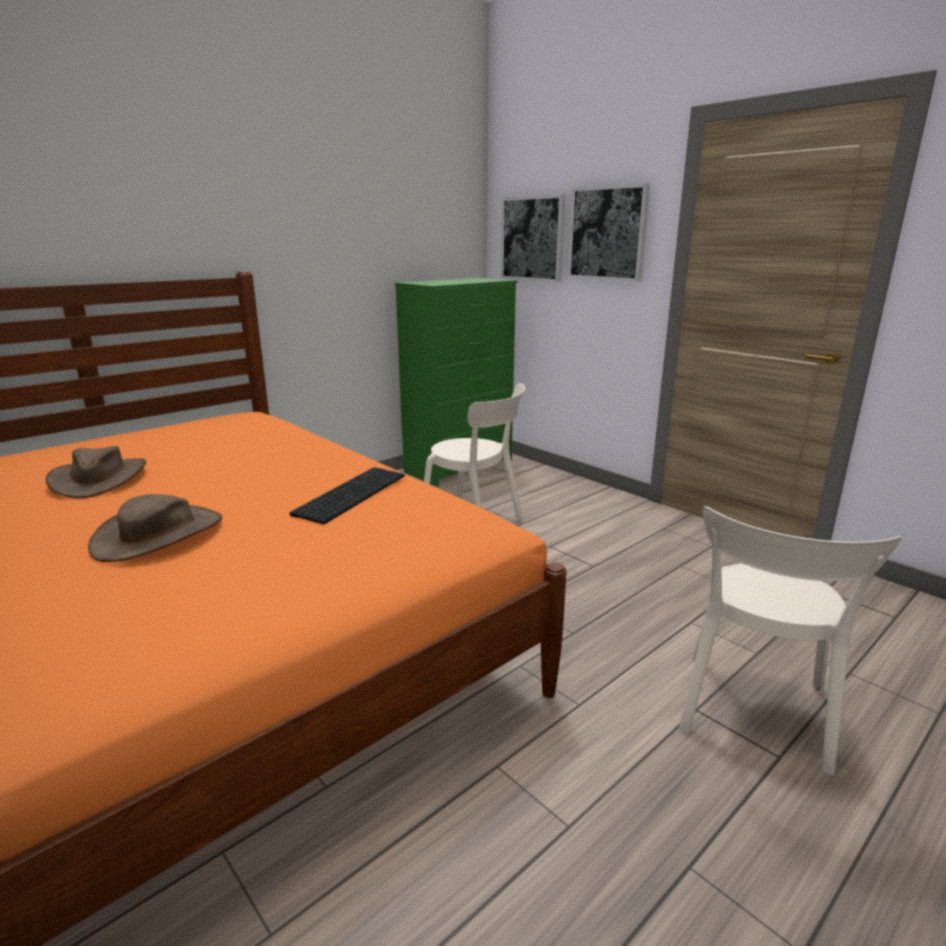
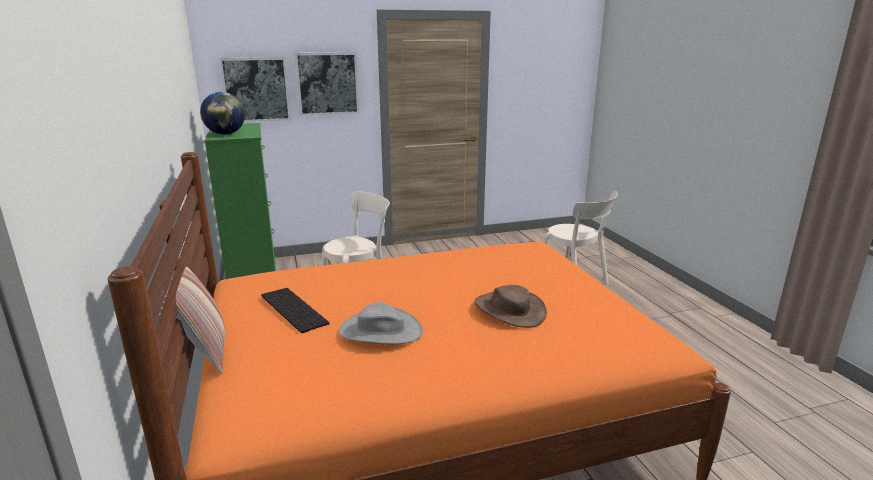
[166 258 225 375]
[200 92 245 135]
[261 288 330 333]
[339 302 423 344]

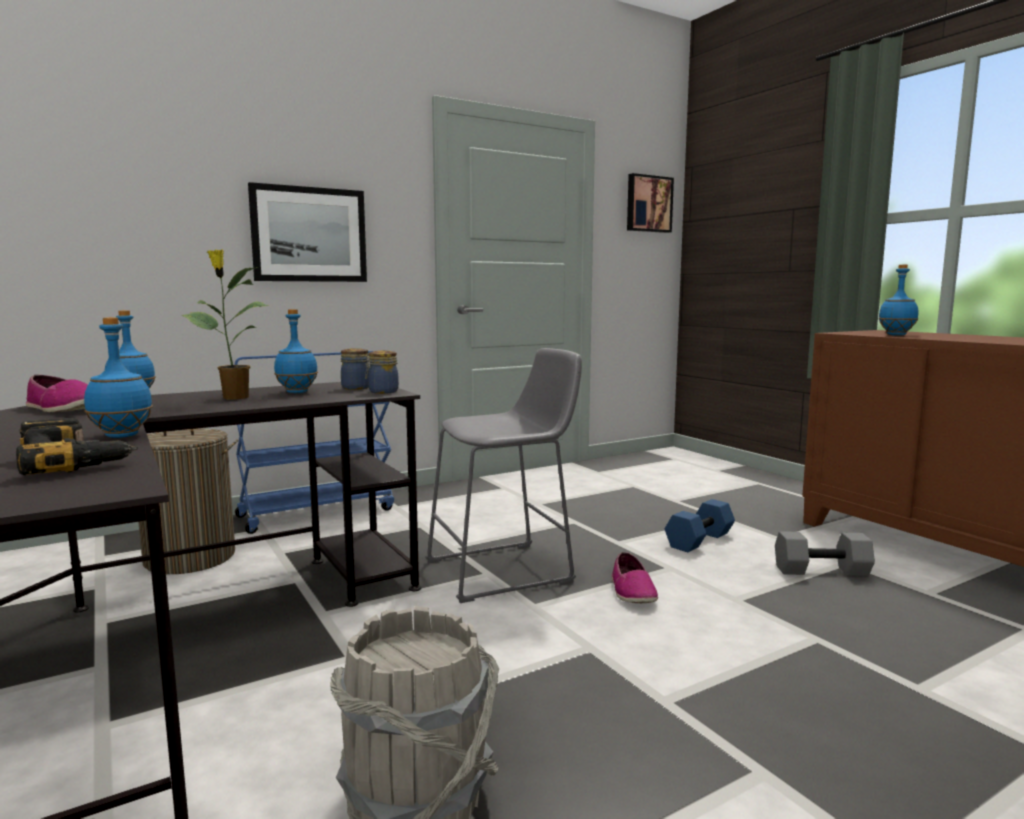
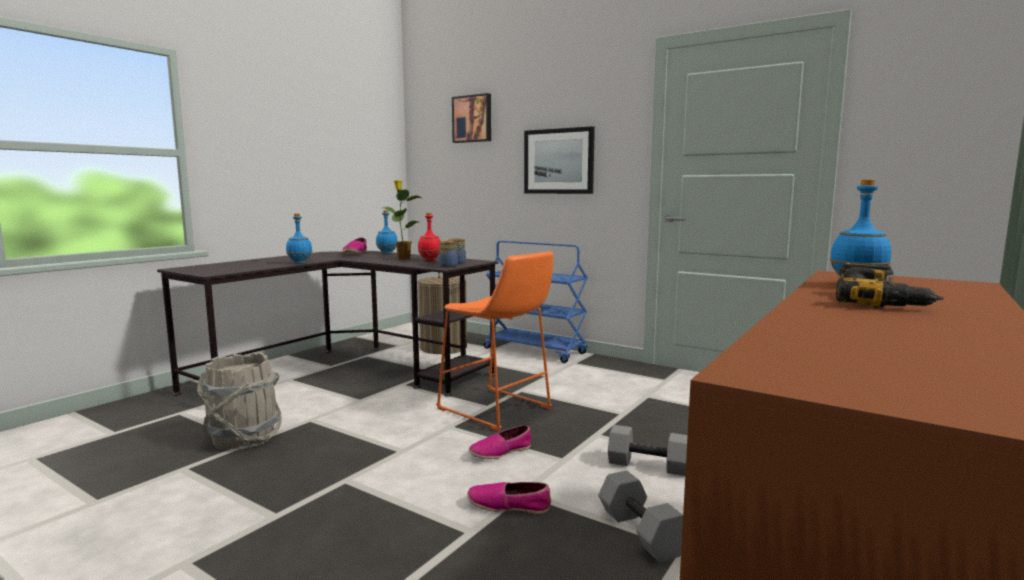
[467 482 551 514]
[836 262 944 308]
[452 93 491 143]
[418 213 441 261]
[436 251 553 432]
[608 425 688 476]

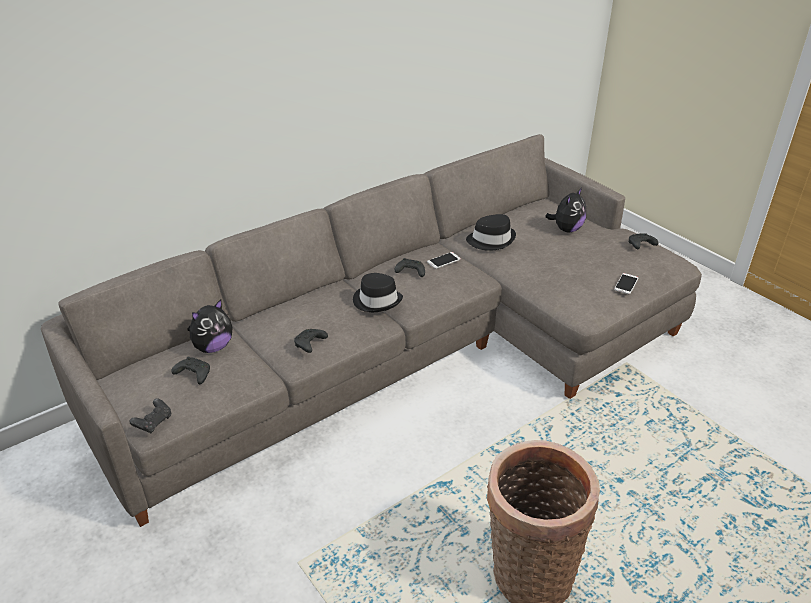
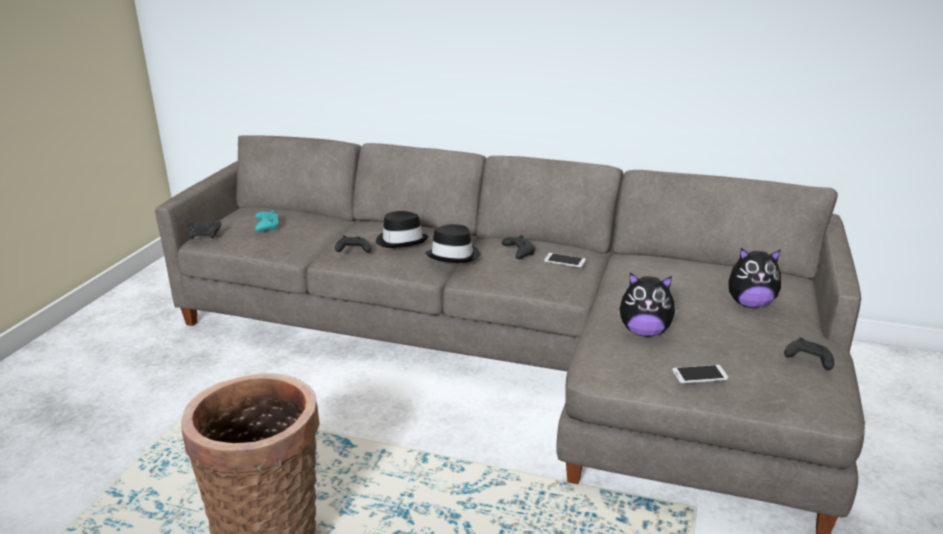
[620 273 678 337]
[376 211 428 248]
[255 210 279 232]

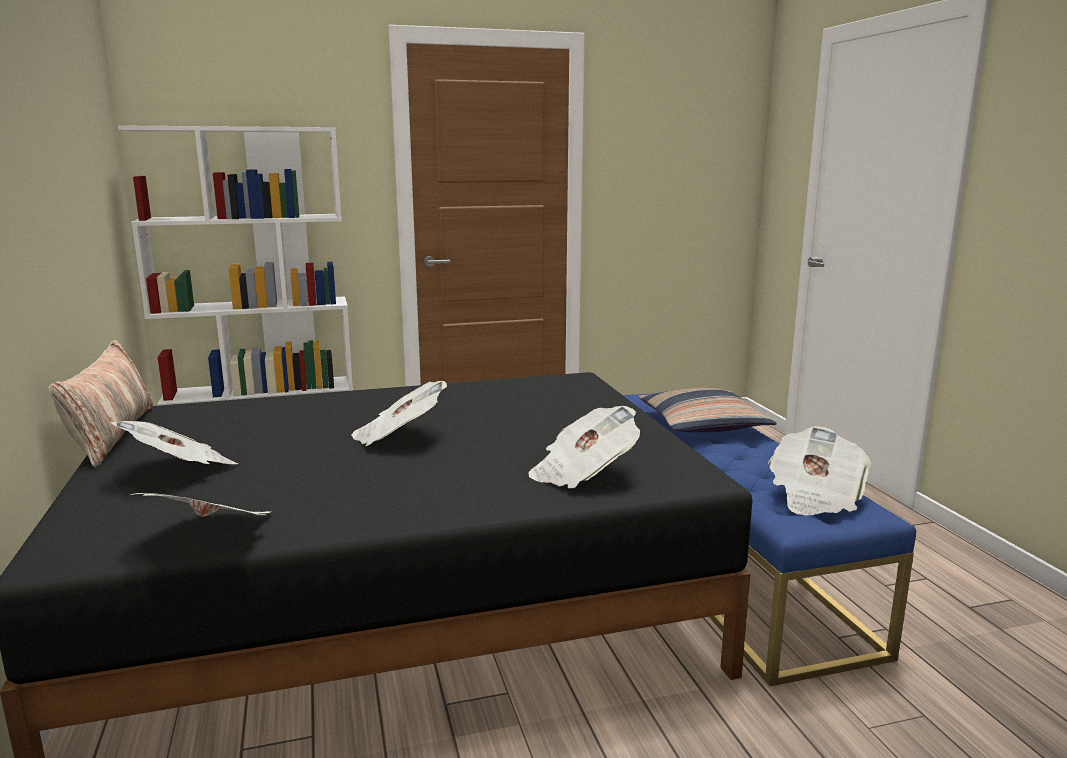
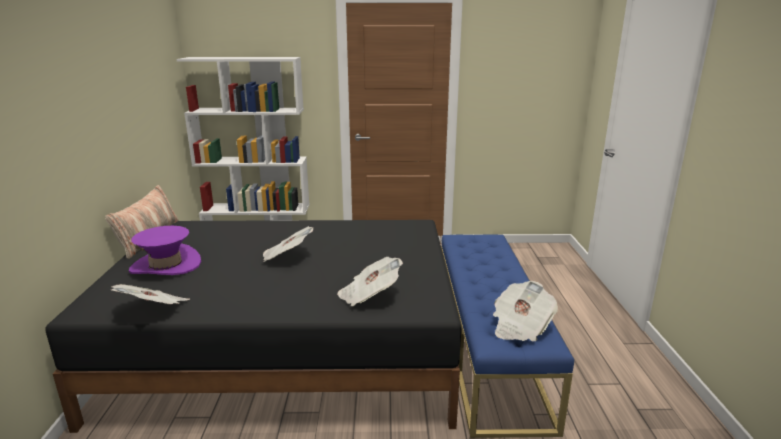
[638 388 777 432] (first image)
[129 226 201 275]

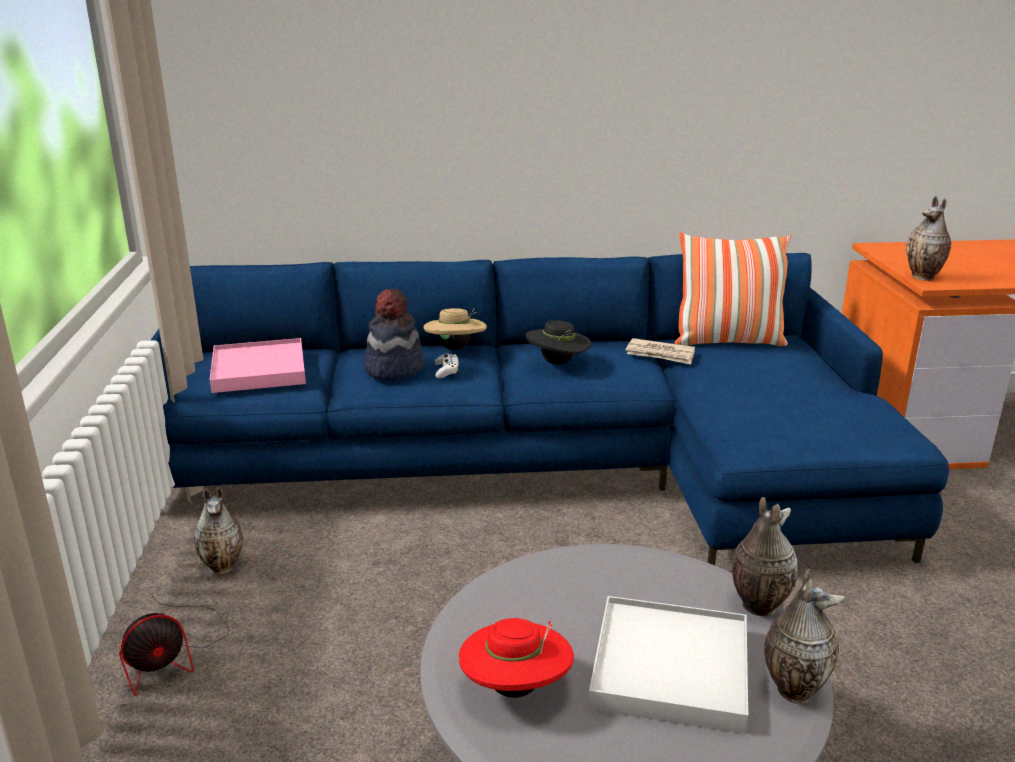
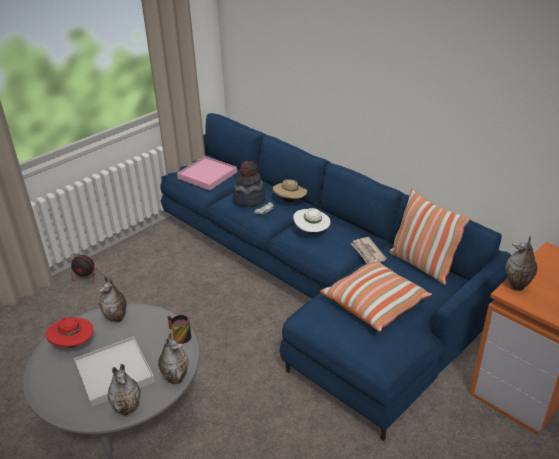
[168 315 191 344]
[320 259 432 332]
[99 276 126 323]
[293 208 331 234]

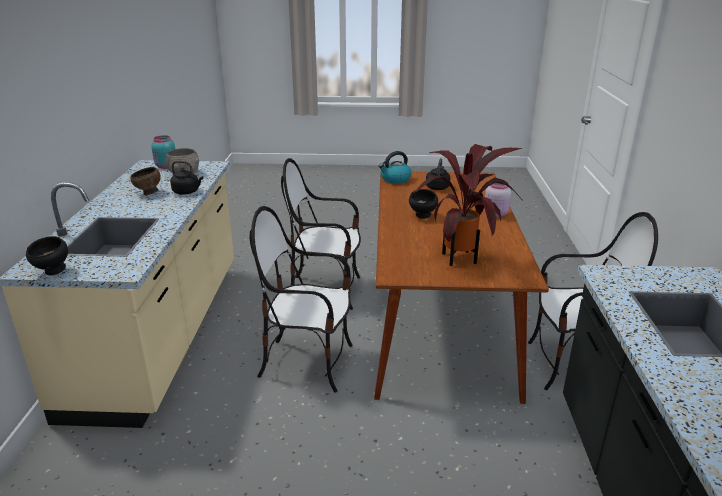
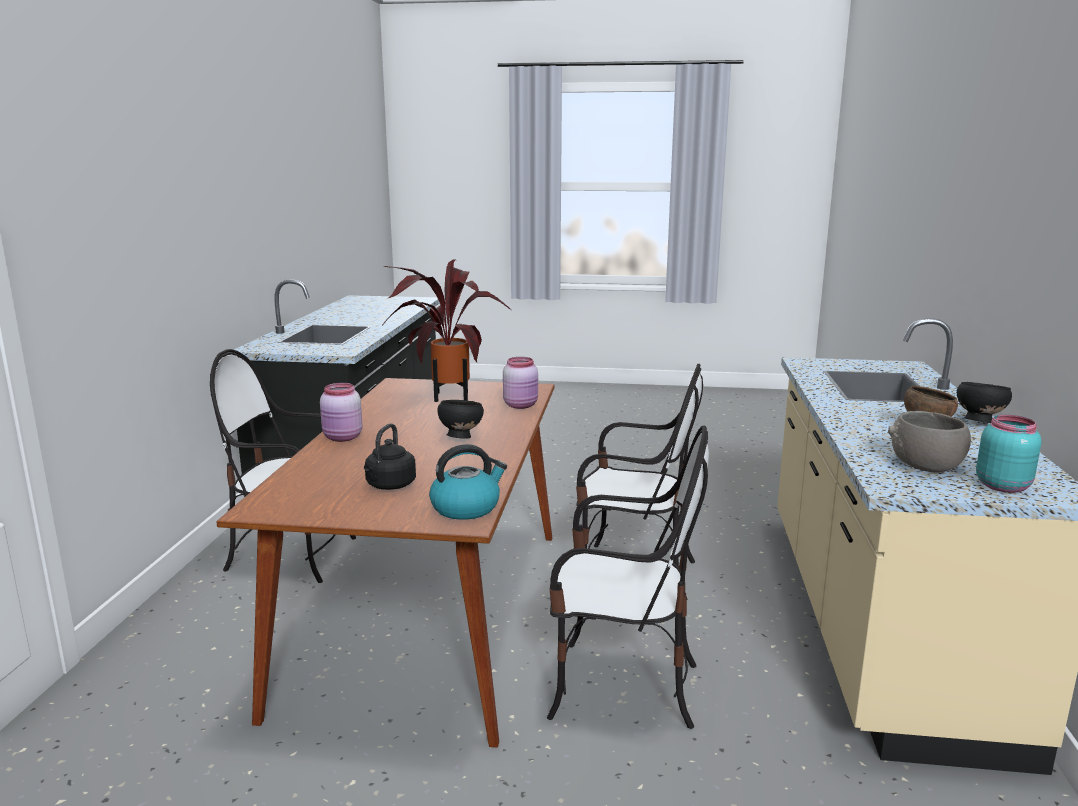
[170 160 203 194] (first image)
[503 357 538 409]
[957 382 1012 423]

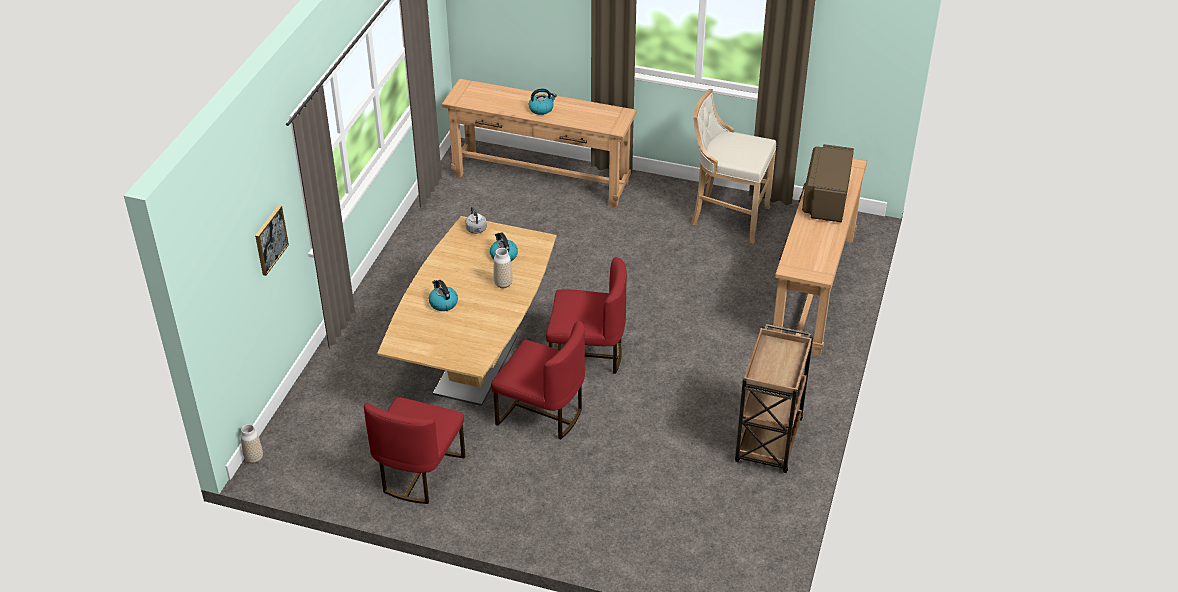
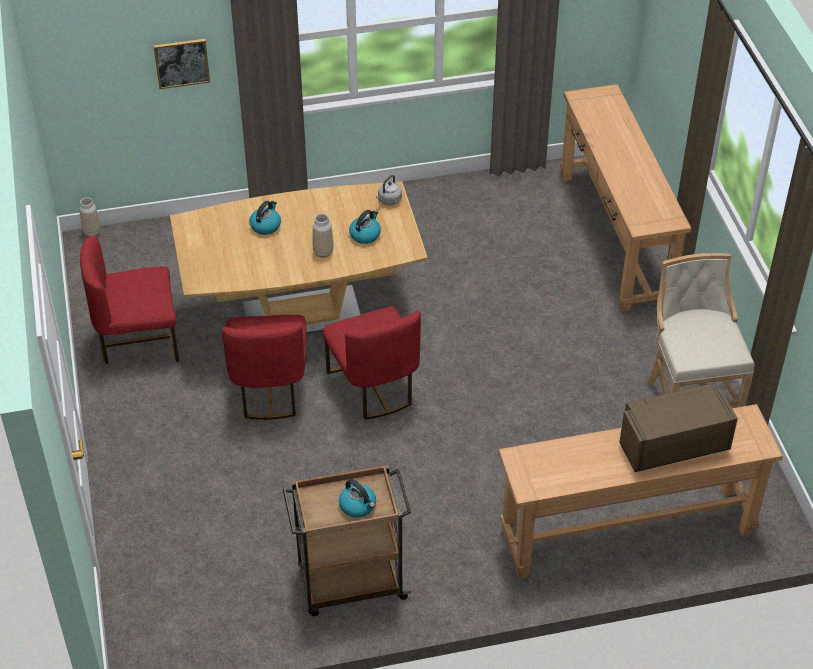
[339 479 376 518]

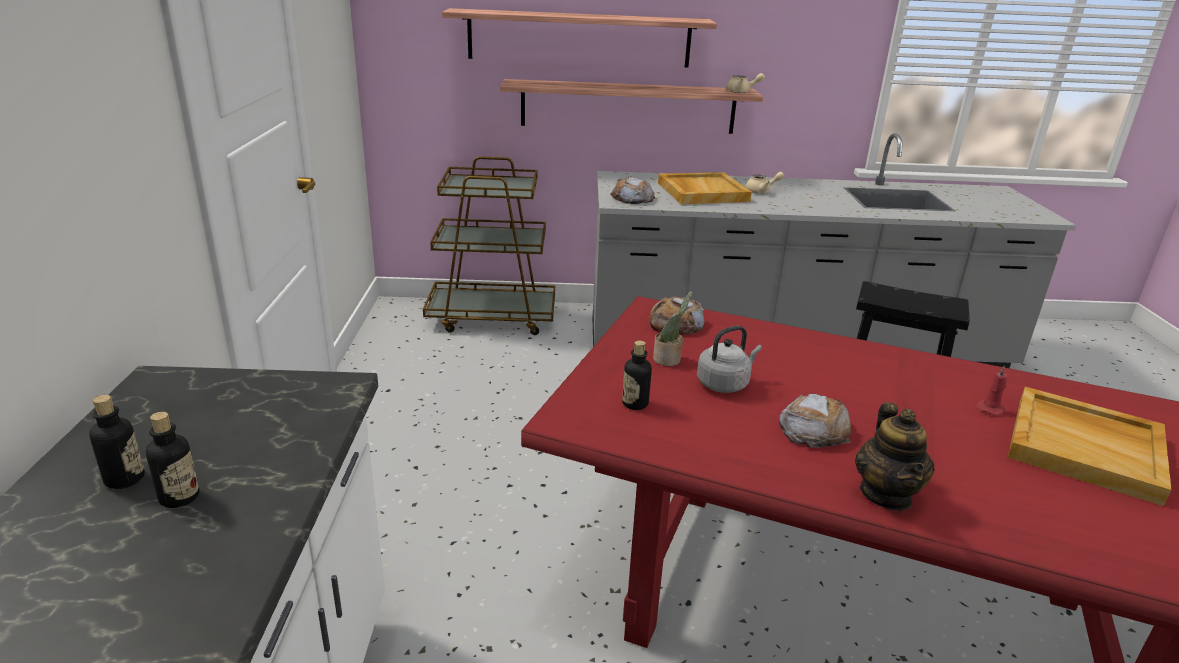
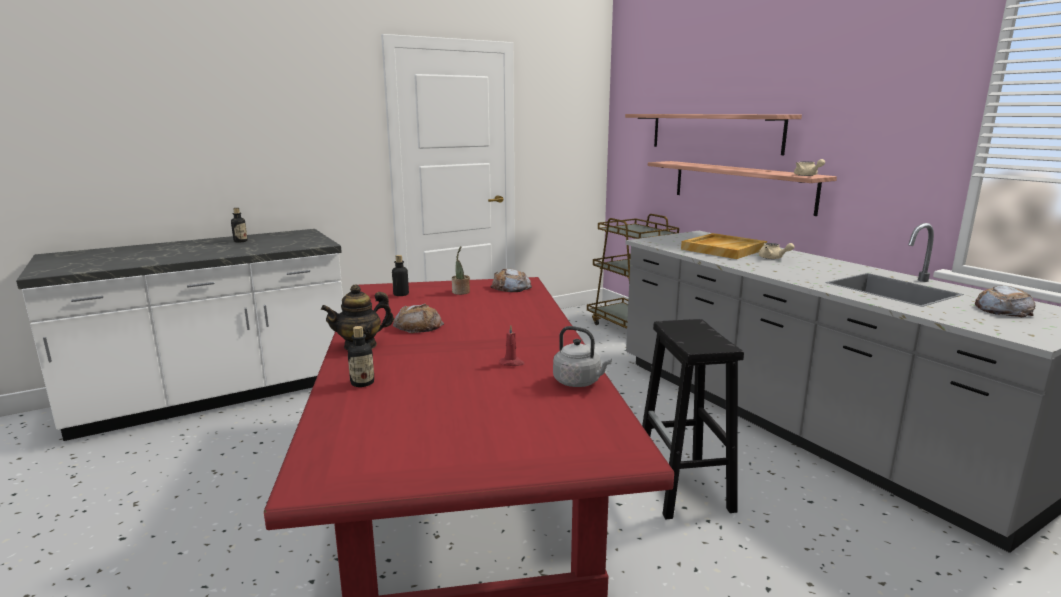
[1008 387 1172 506] (first image)
[348 326 374 387]
[975 285 1035 317]
[553 326 612 387]

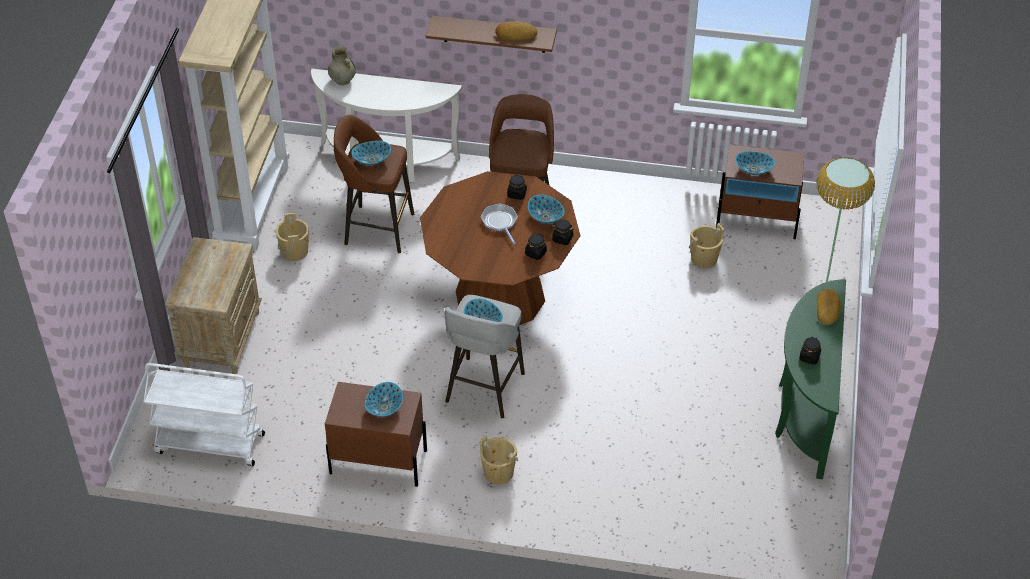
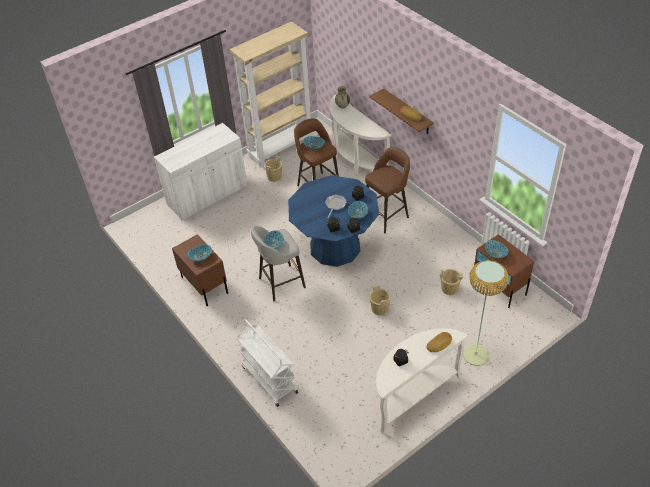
[236 319 298 407]
[369 285 391 315]
[154 123 247 220]
[288 175 379 267]
[376 328 468 434]

